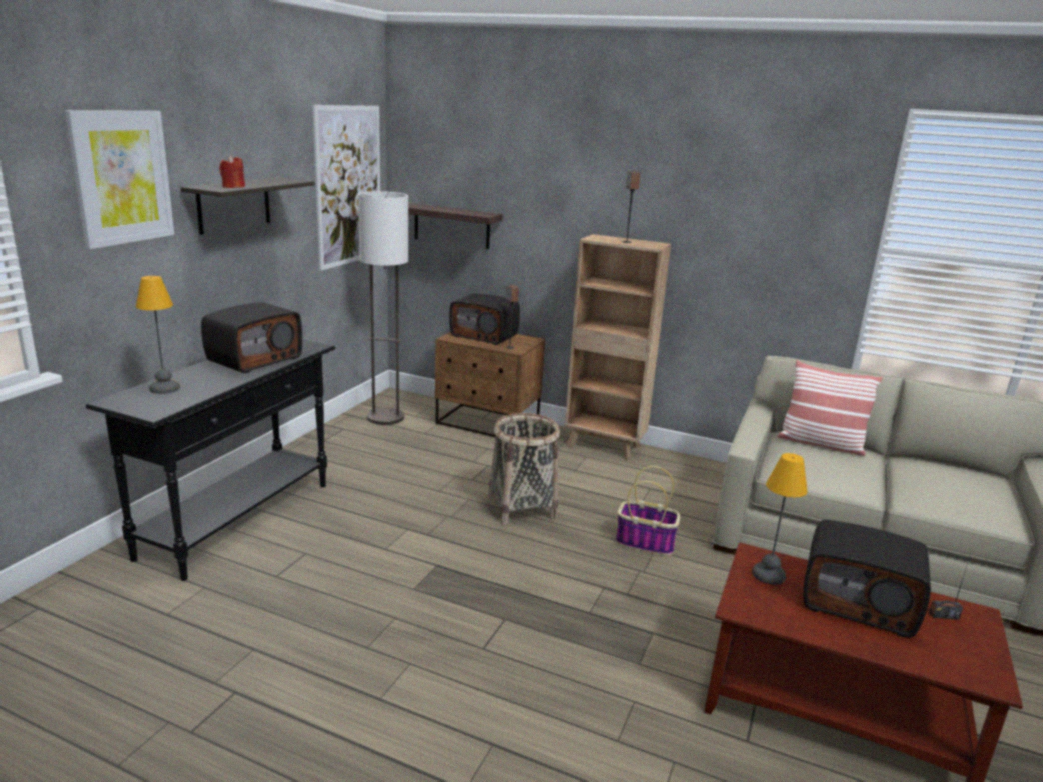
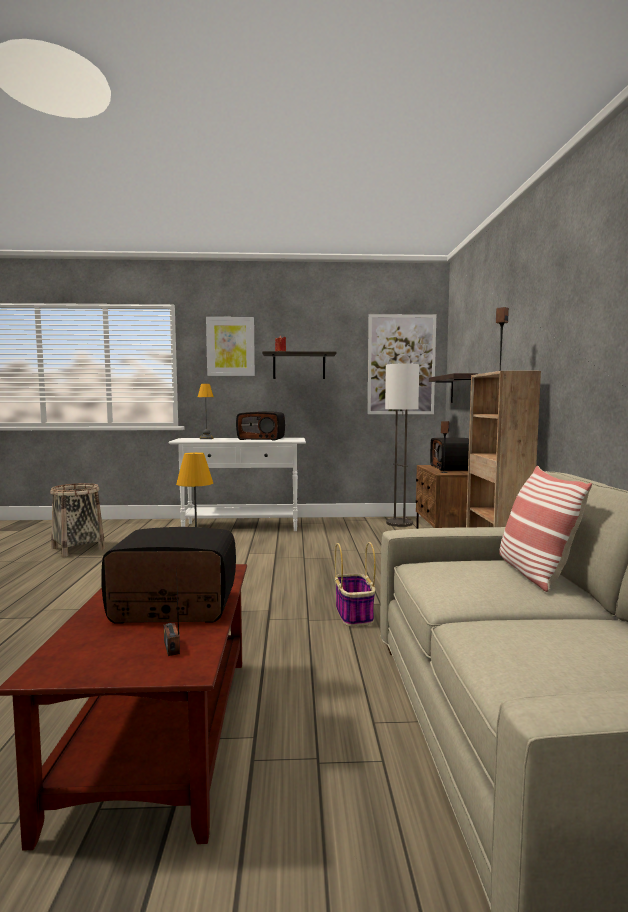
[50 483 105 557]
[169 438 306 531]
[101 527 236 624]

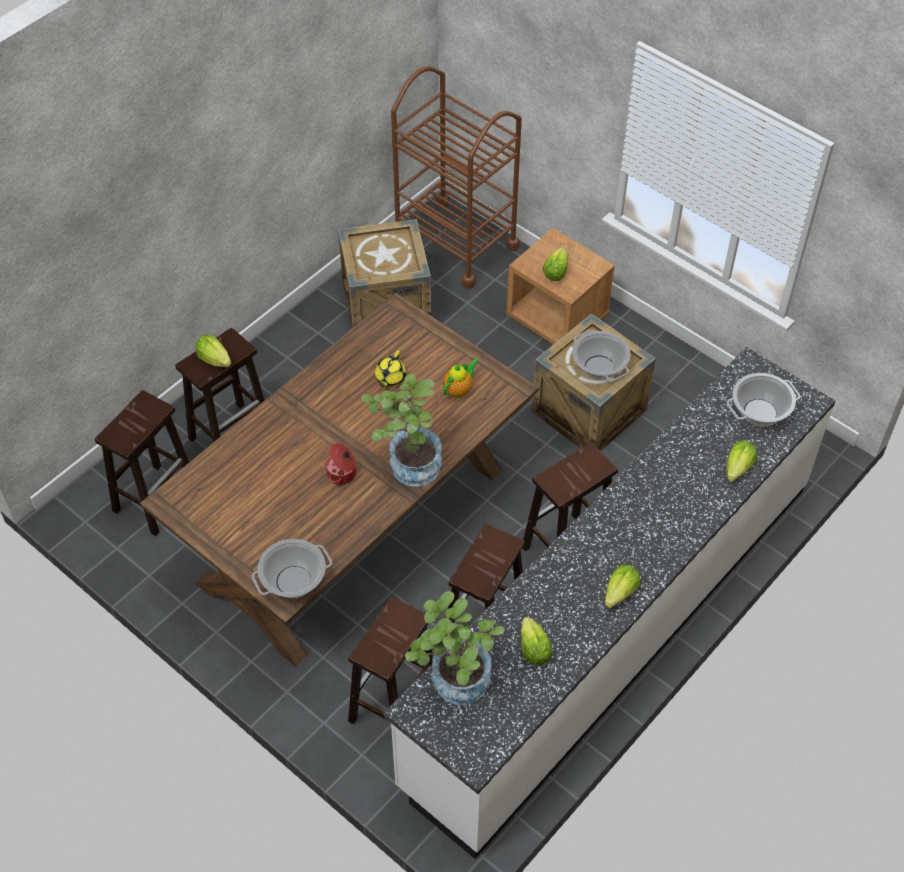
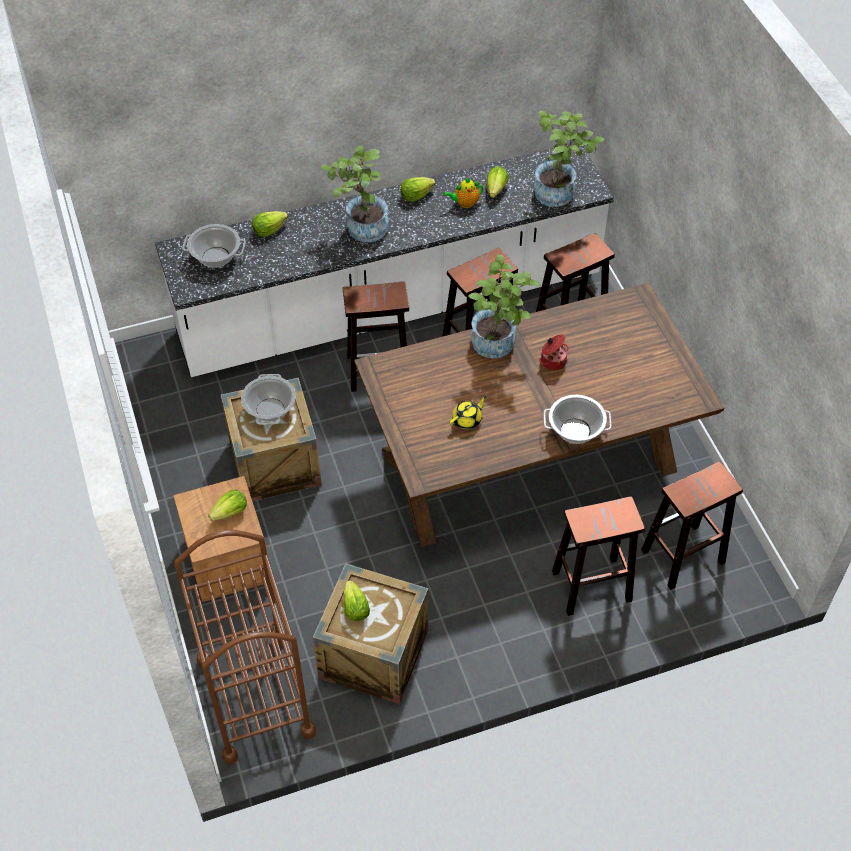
[321 145 389 242]
[343 580 370 621]
[543 395 612 444]
[443 178 484 208]

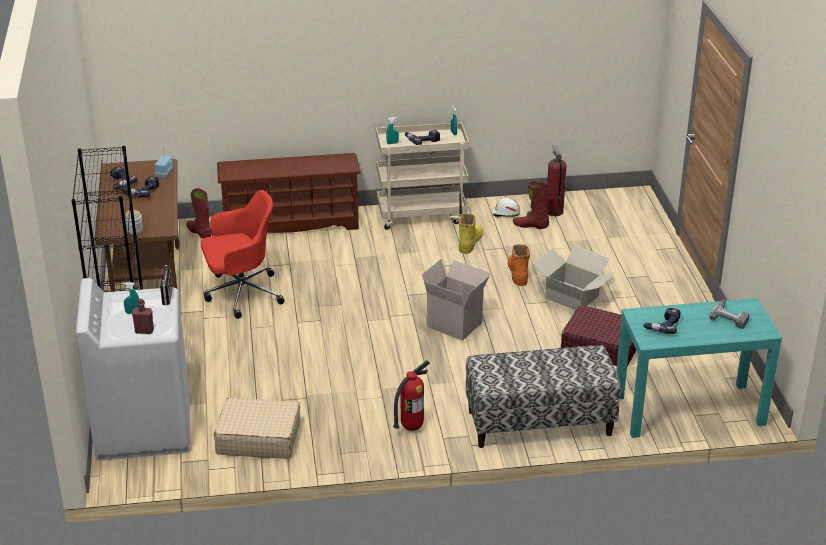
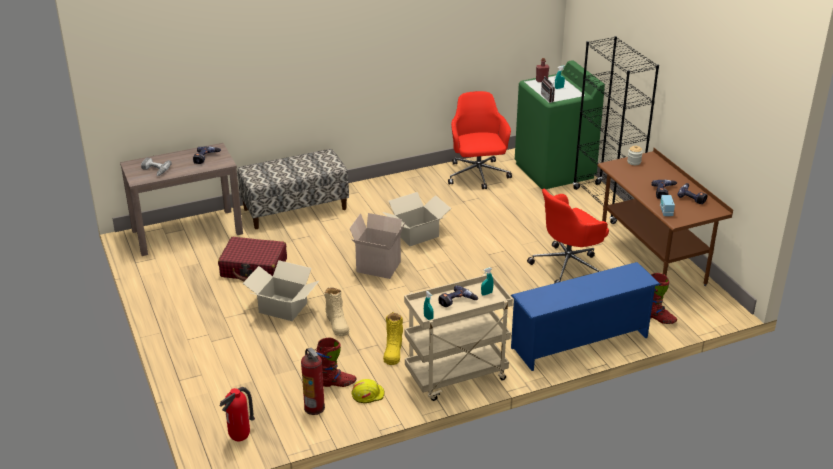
[383 192 451 246]
[220 387 255 441]
[448 91 512 189]
[515 60 605 189]
[511 262 661 371]
[352 379 385 403]
[324 287 349 336]
[120 143 243 256]

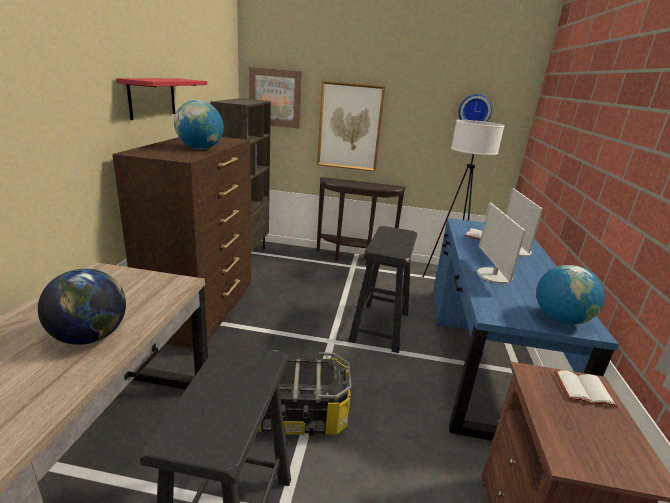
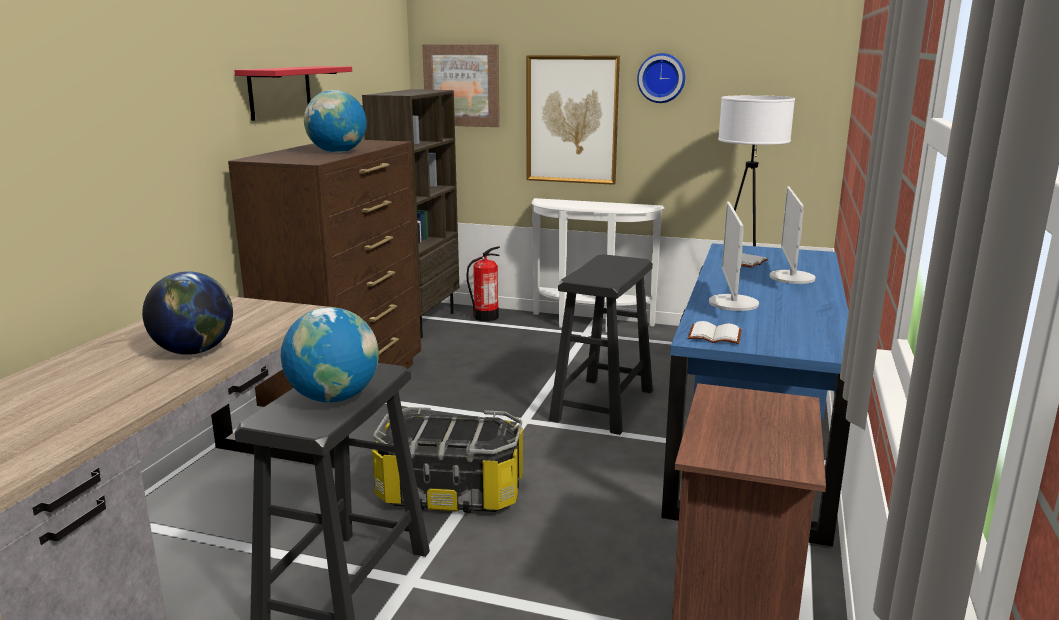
[466 246 500 321]
[637 53 685 103]
[281 307 379 402]
[688 321 742 344]
[532 198 664 332]

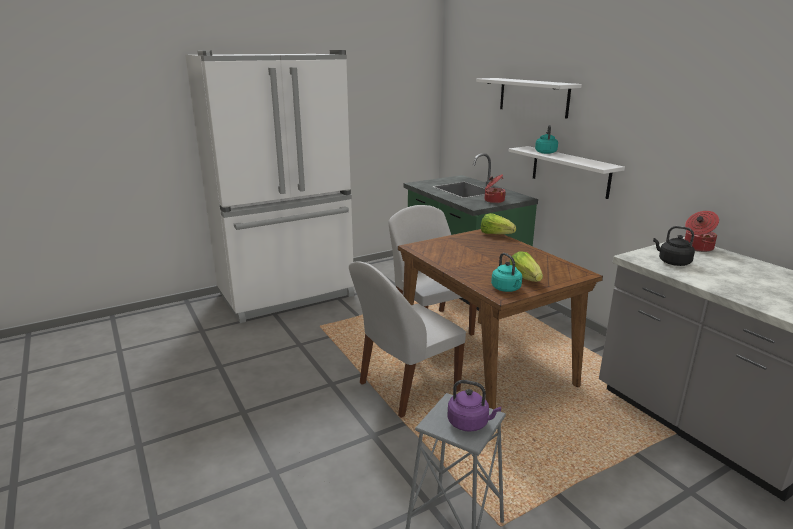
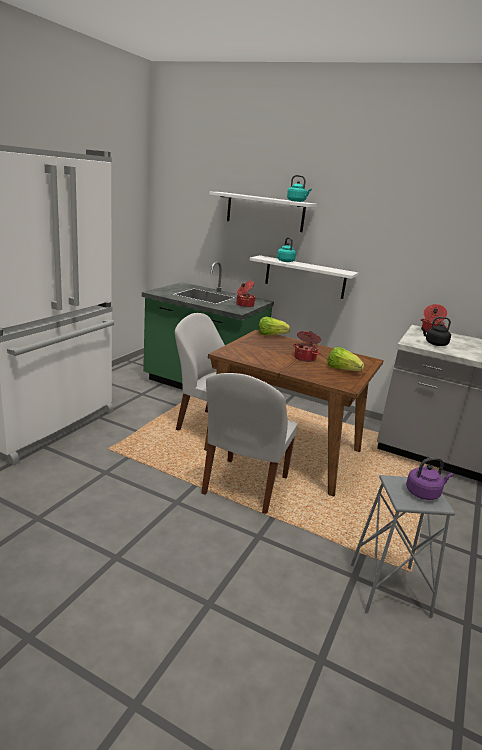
[293 331 321 362]
[287 175 312 202]

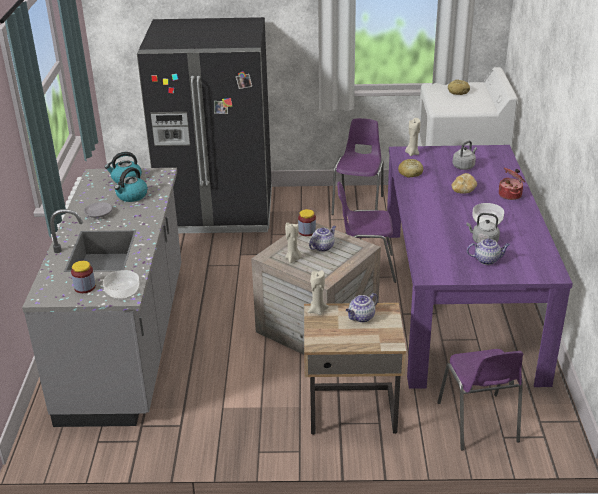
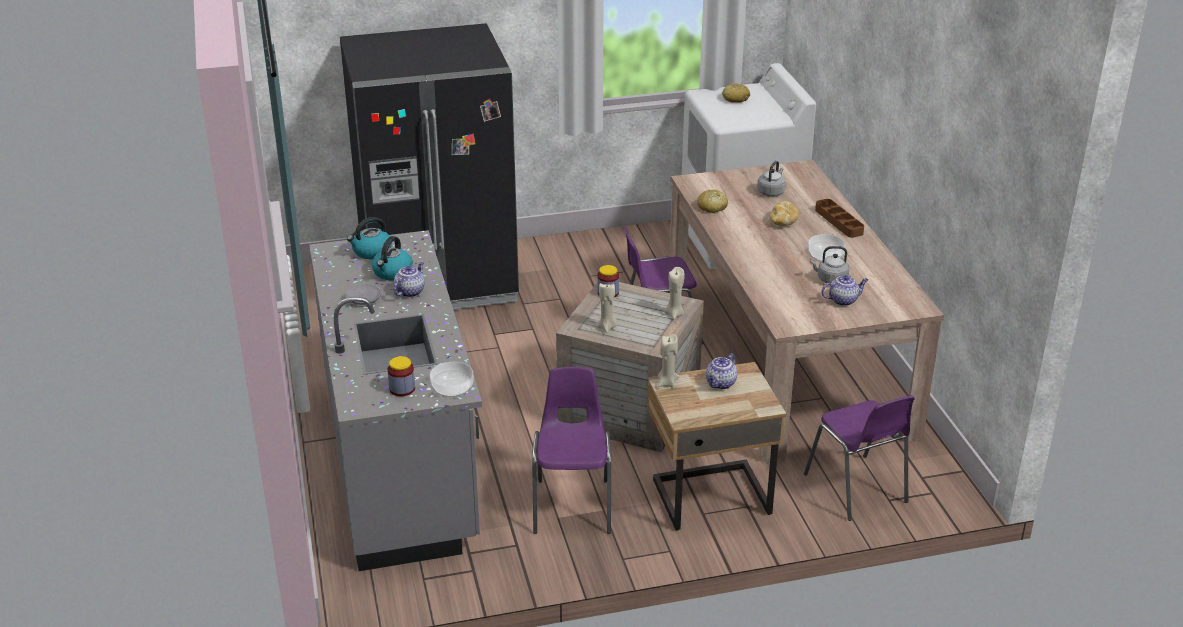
[393 262 424 297]
[532 367 611 534]
[664 267 684 319]
[815 199 864 238]
[669 160 944 464]

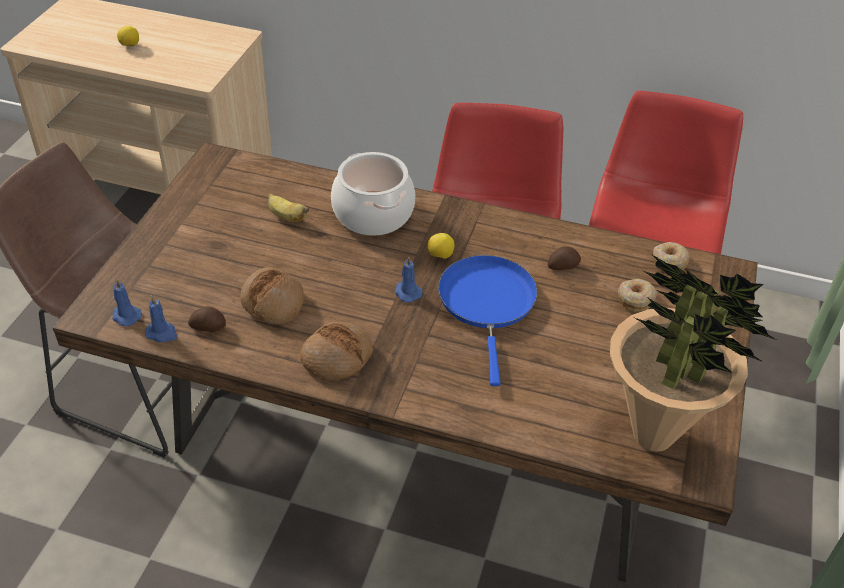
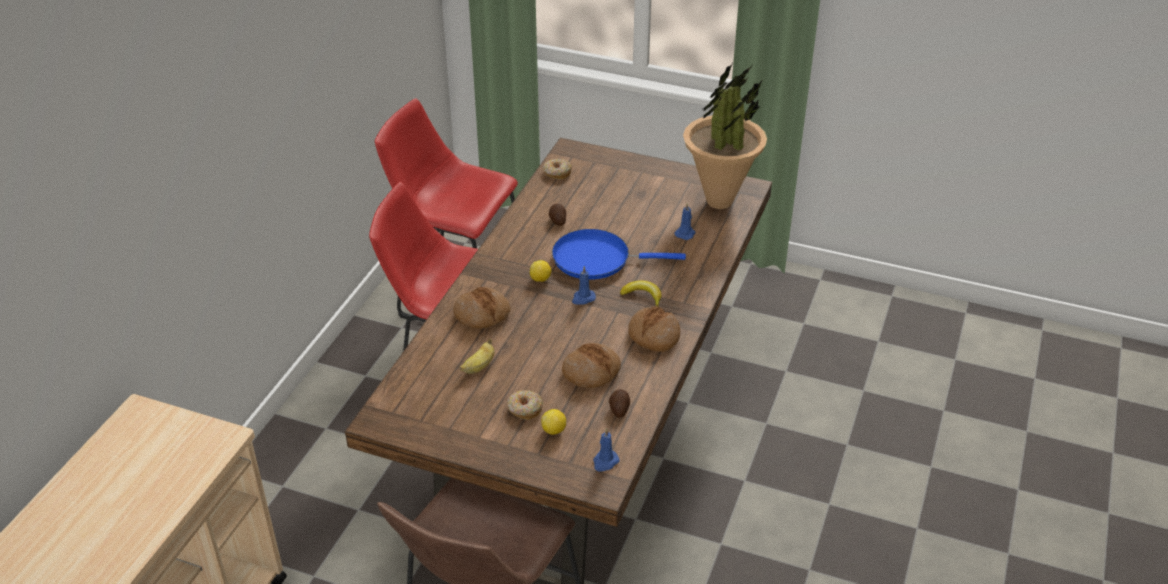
[620 280 662 307]
[541 409 566 435]
[675 203 695 240]
[507 390 544 420]
[453 287 511 329]

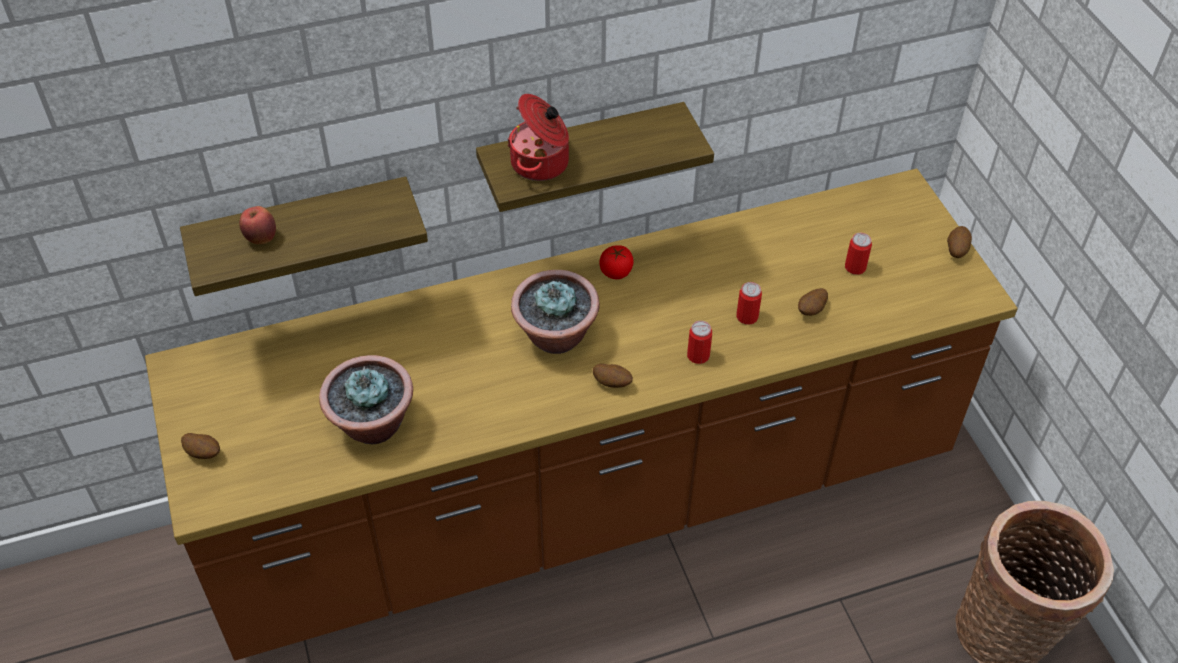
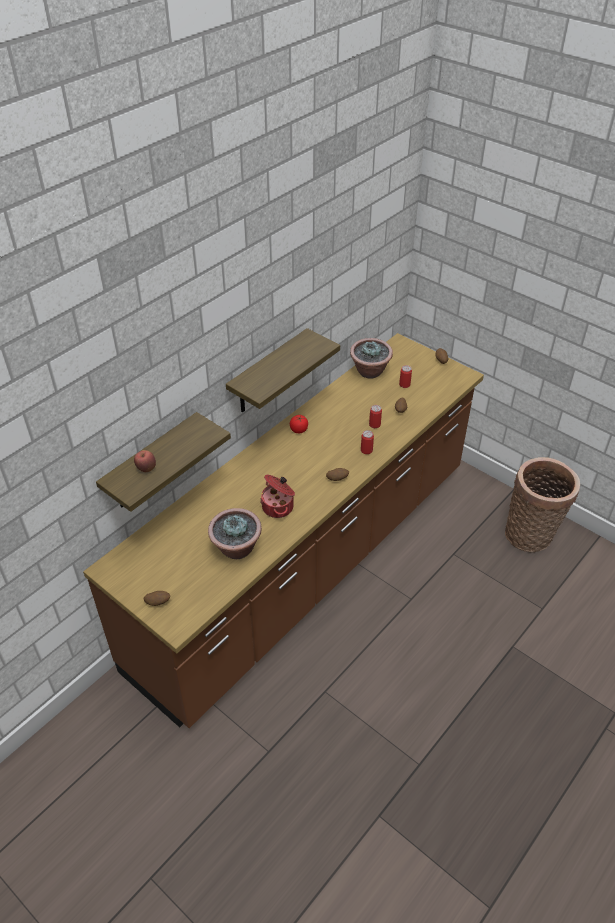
[260 475 295 518]
[350 338 393 379]

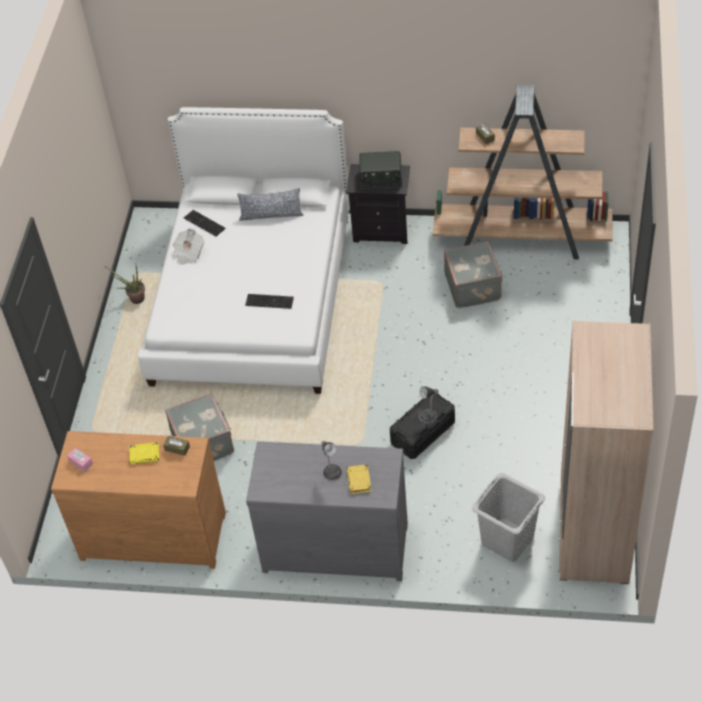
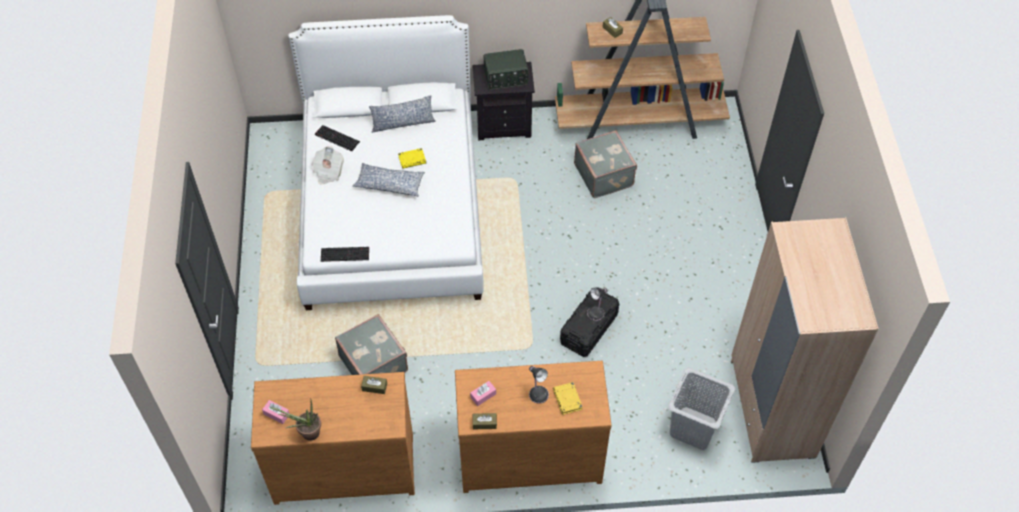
[353 163 425 196]
[470 381 496 406]
[472 413 497 429]
[270 398 321 441]
[398 148 426 169]
[321 247 369 262]
[455 361 612 493]

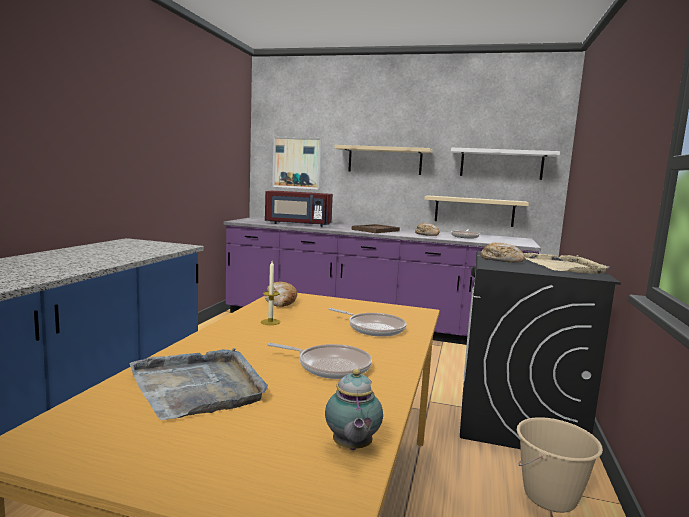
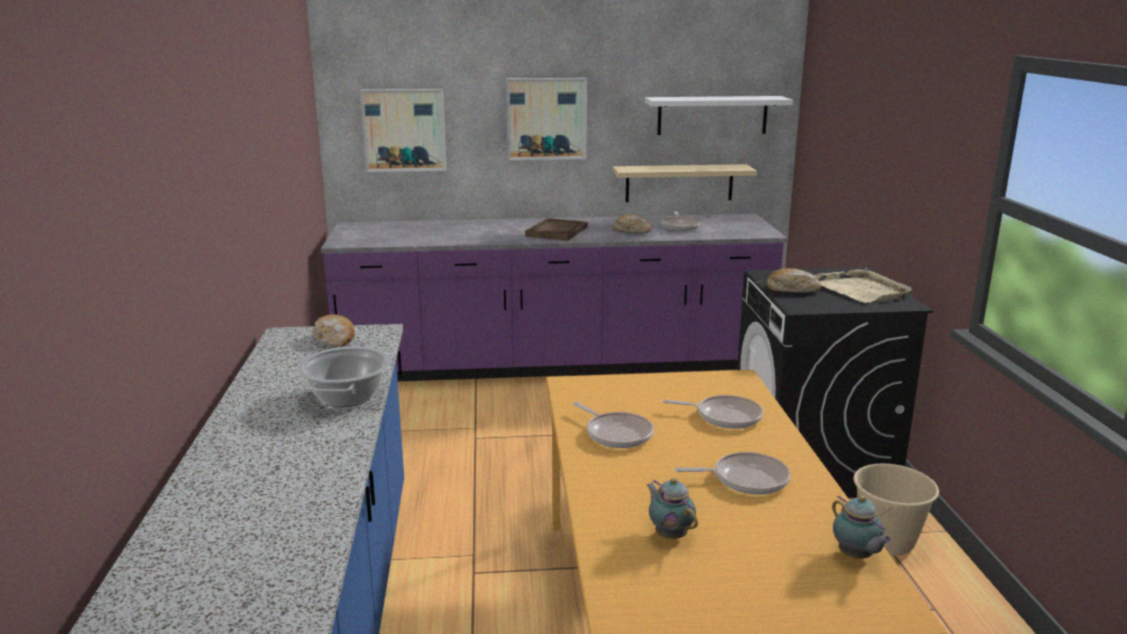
[265 191 333 227] (first image)
[297 346 391 407]
[312 315 355 347]
[647 478 698 539]
[573 402 654 448]
[506 78 587 160]

